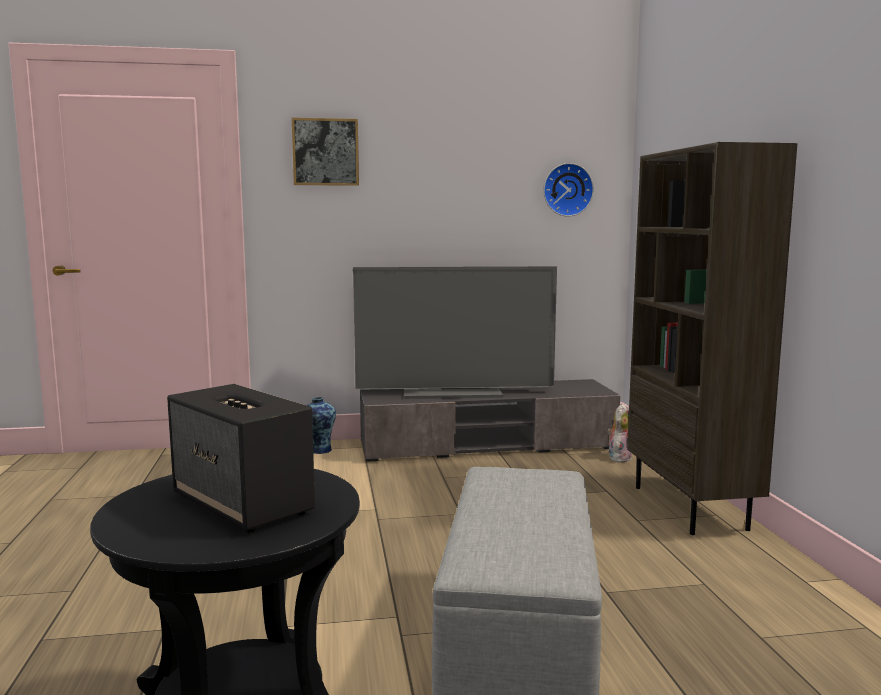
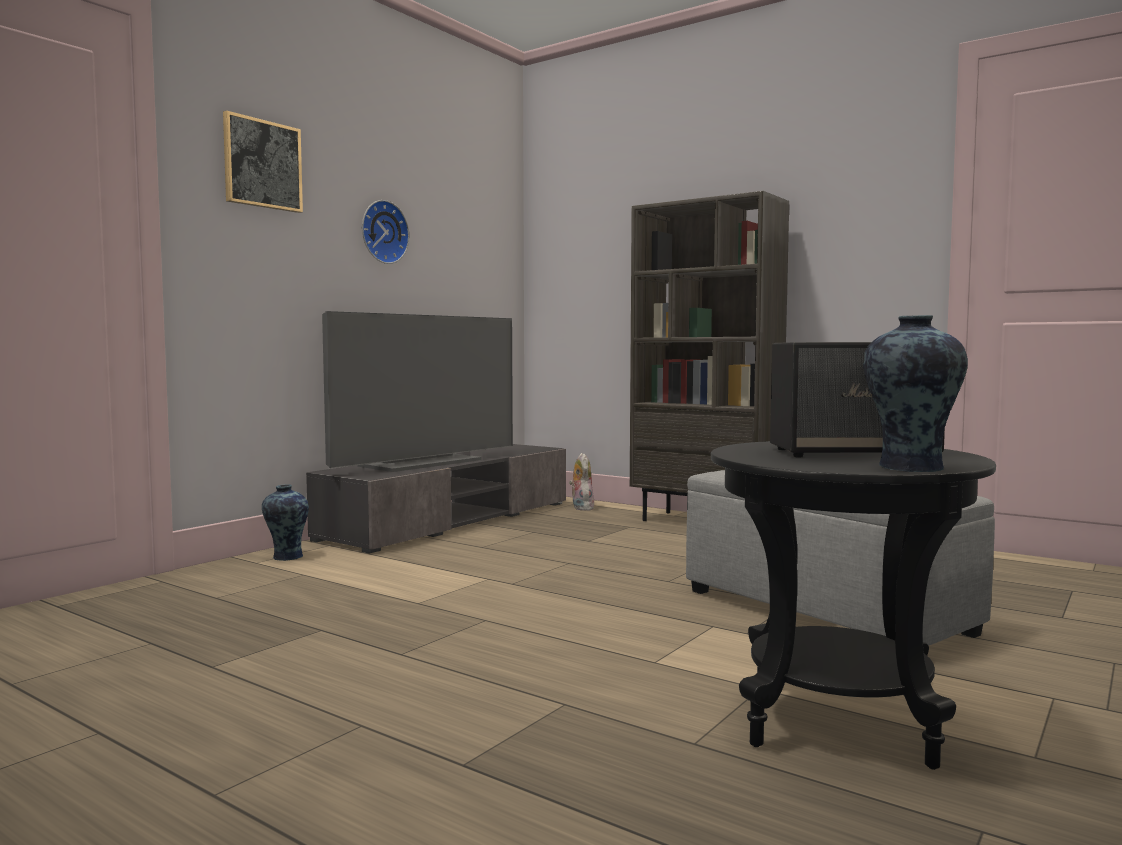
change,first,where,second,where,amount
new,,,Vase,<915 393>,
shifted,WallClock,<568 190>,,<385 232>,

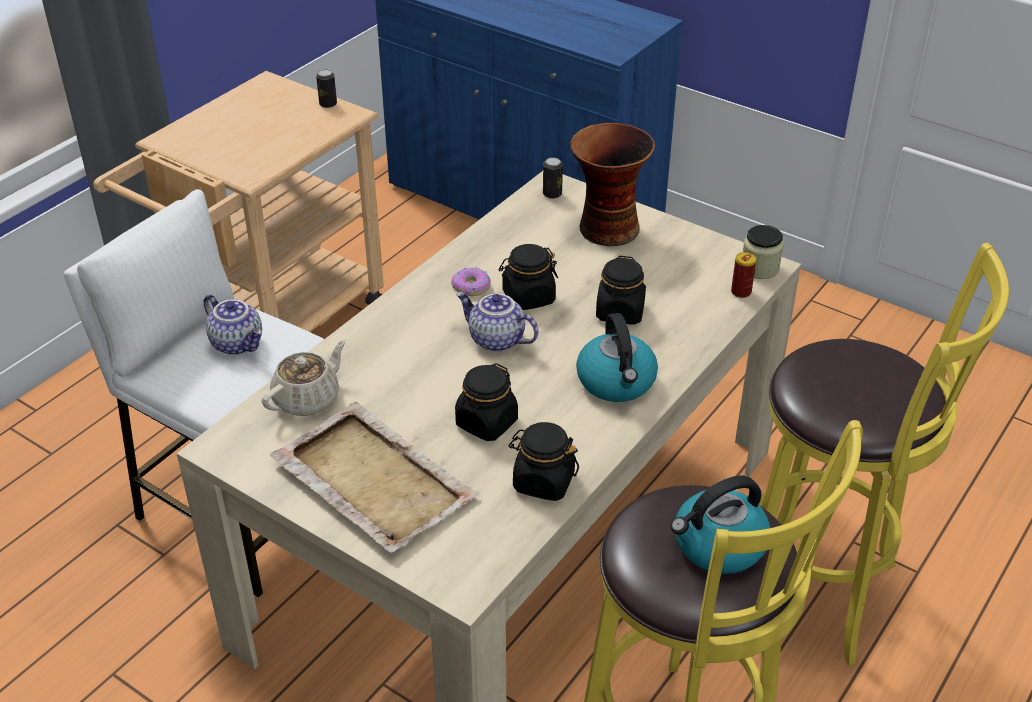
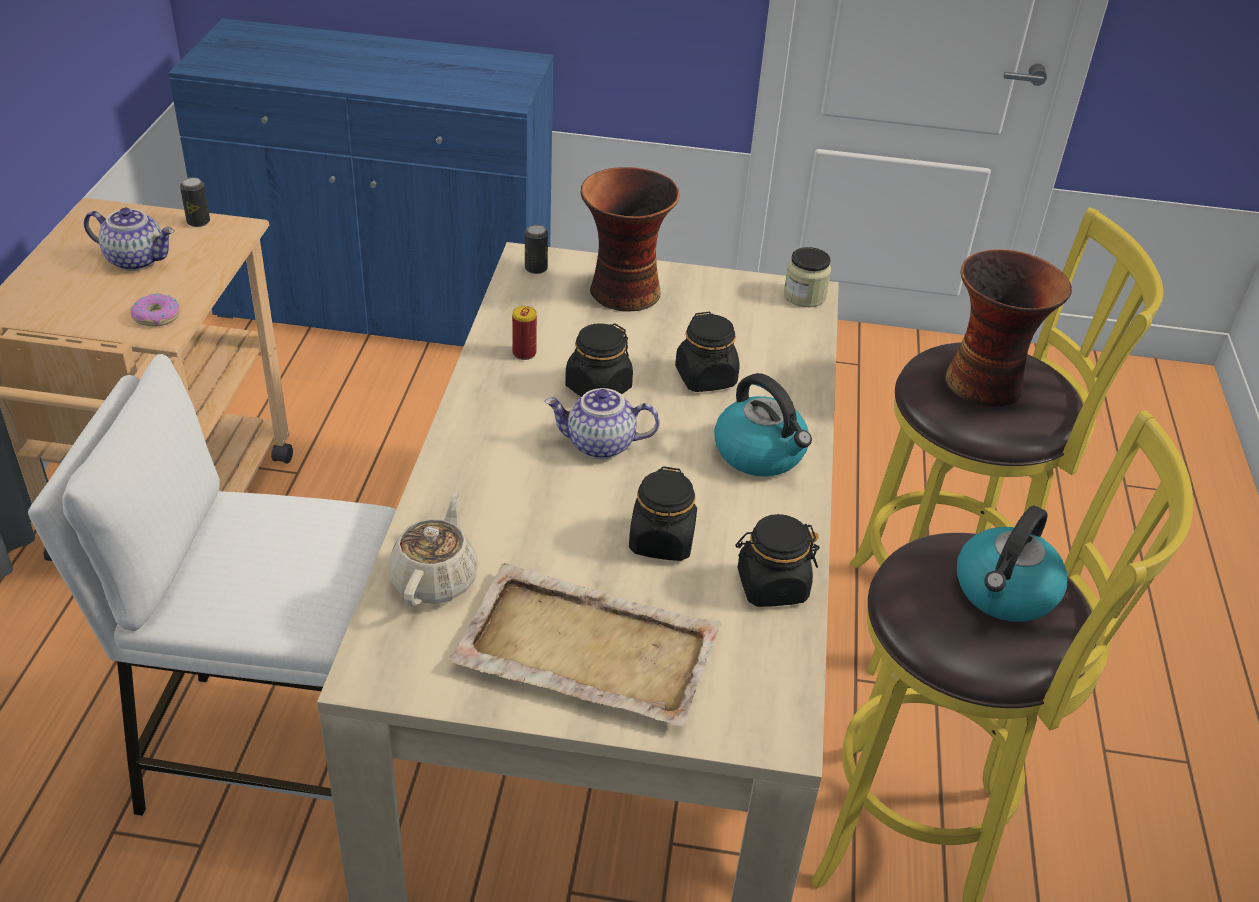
change,first,where,second,where,amount
new,,,Vase,<1008 327>,
shifted,Teapot,<233 325>,,<129 239>,
shifted,Donut,<471 281>,,<155 309>,
shifted,Can,<743 275>,,<524 333>,

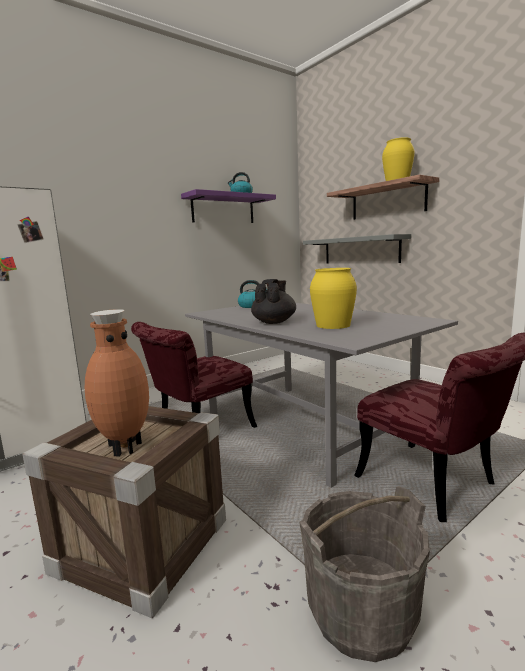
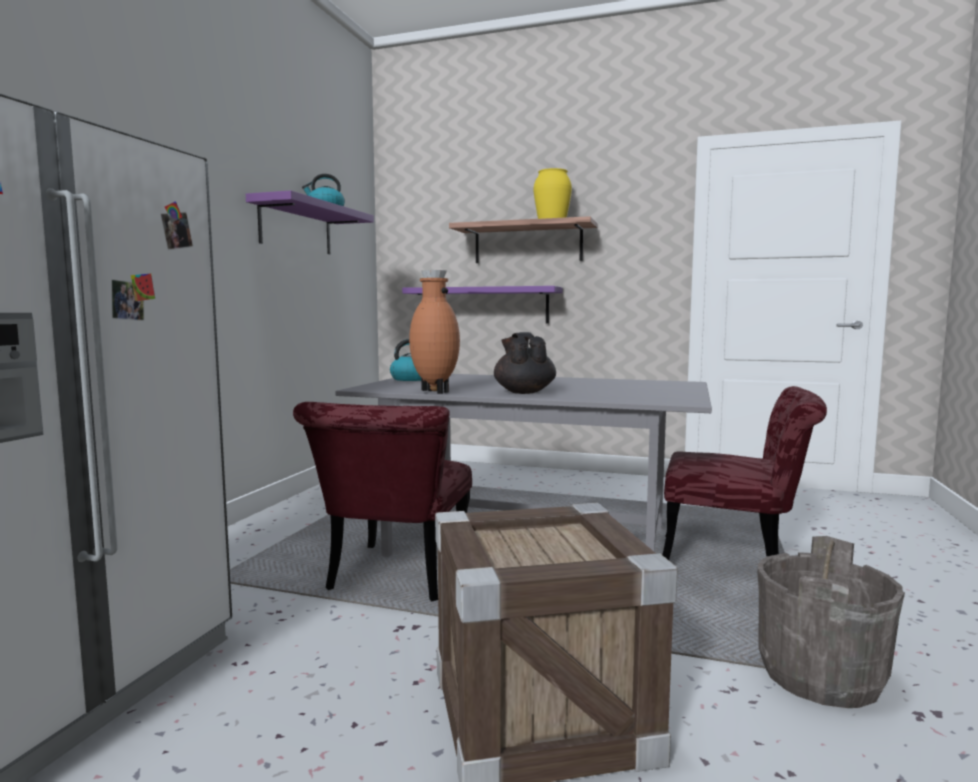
change,first,where,second,where,amount
gone,YellowVase,<333 298>,,,
shifted,BrownVase,<117 382>,,<434 332>,
repainted,GreyShelf,<357 248>,PurpleShelf,<482 304>,

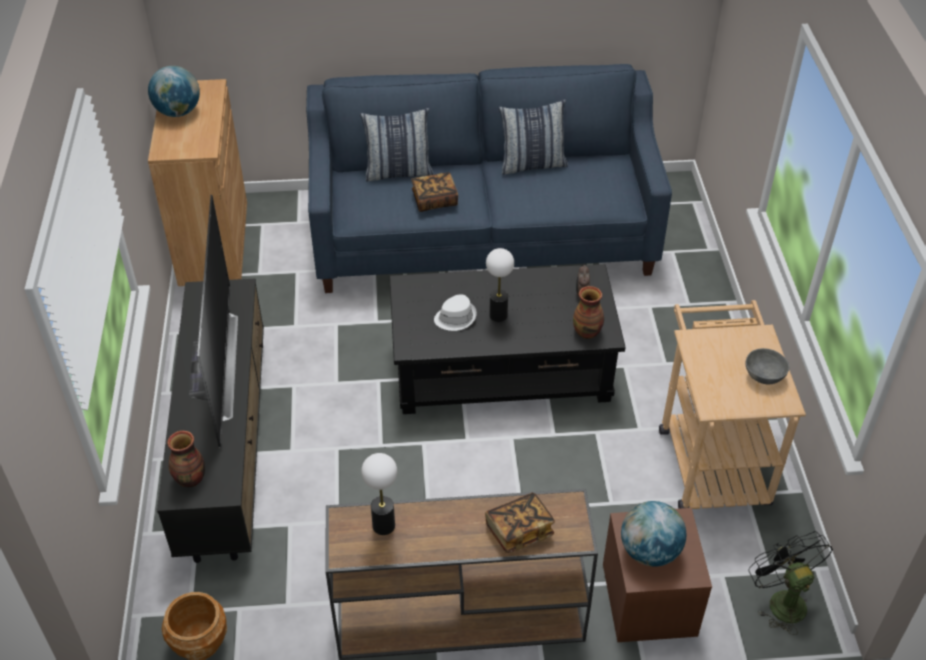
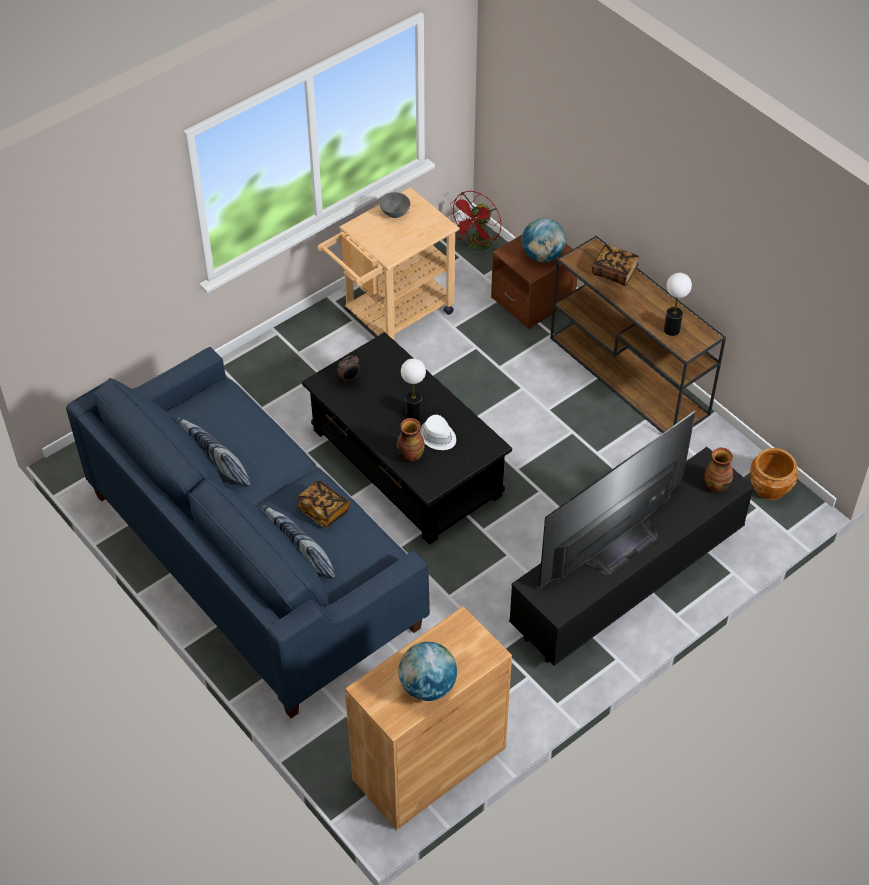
change,first,where,second,where,amount
shifted,Vase,<588 312>,,<411 440>,
repainted,BlackFan,<790 583>,RedFan,<474 221>,

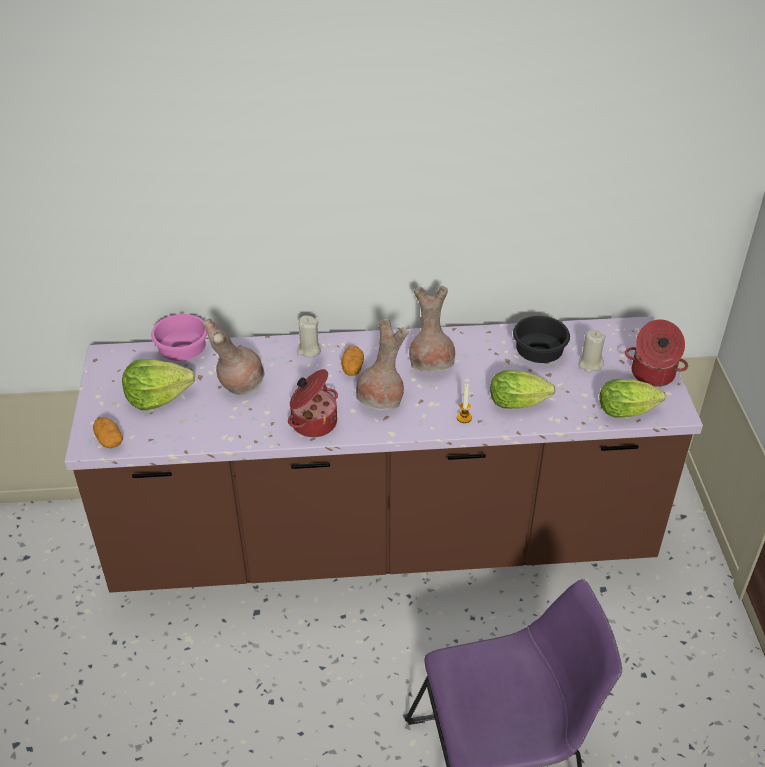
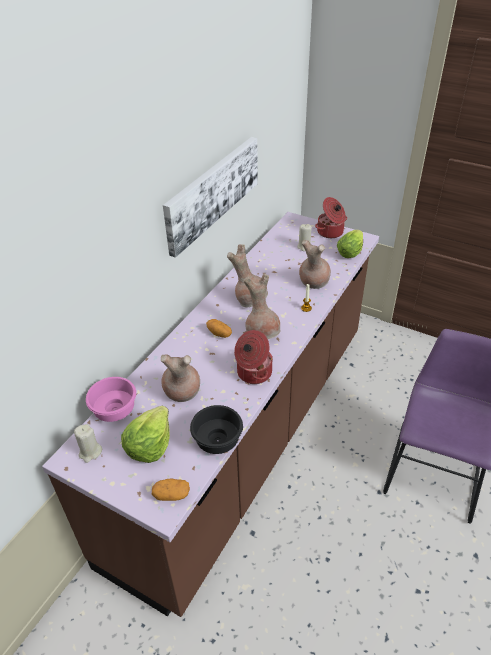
change,first,where,second,where,amount
new,,,Picture,<210 197>,
shifted,BeigeCandle,<309 336>,,<88 443>,
shifted,BlackBowl,<541 339>,,<216 429>,
swapped,Lettuce,<522 389>,BrownVase,<315 264>,

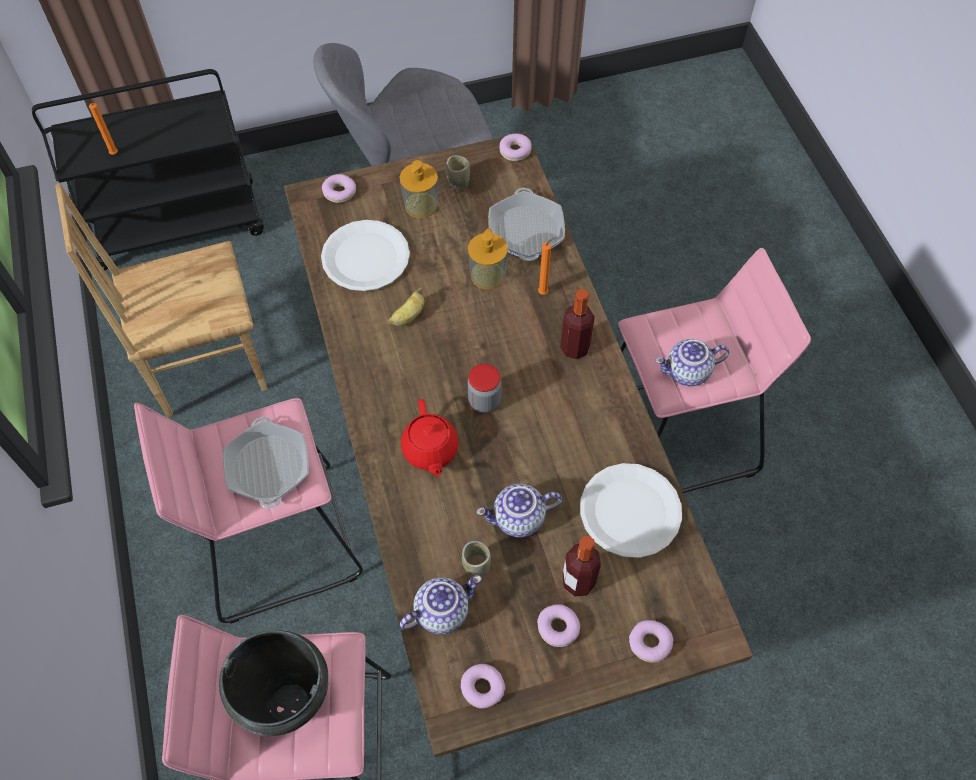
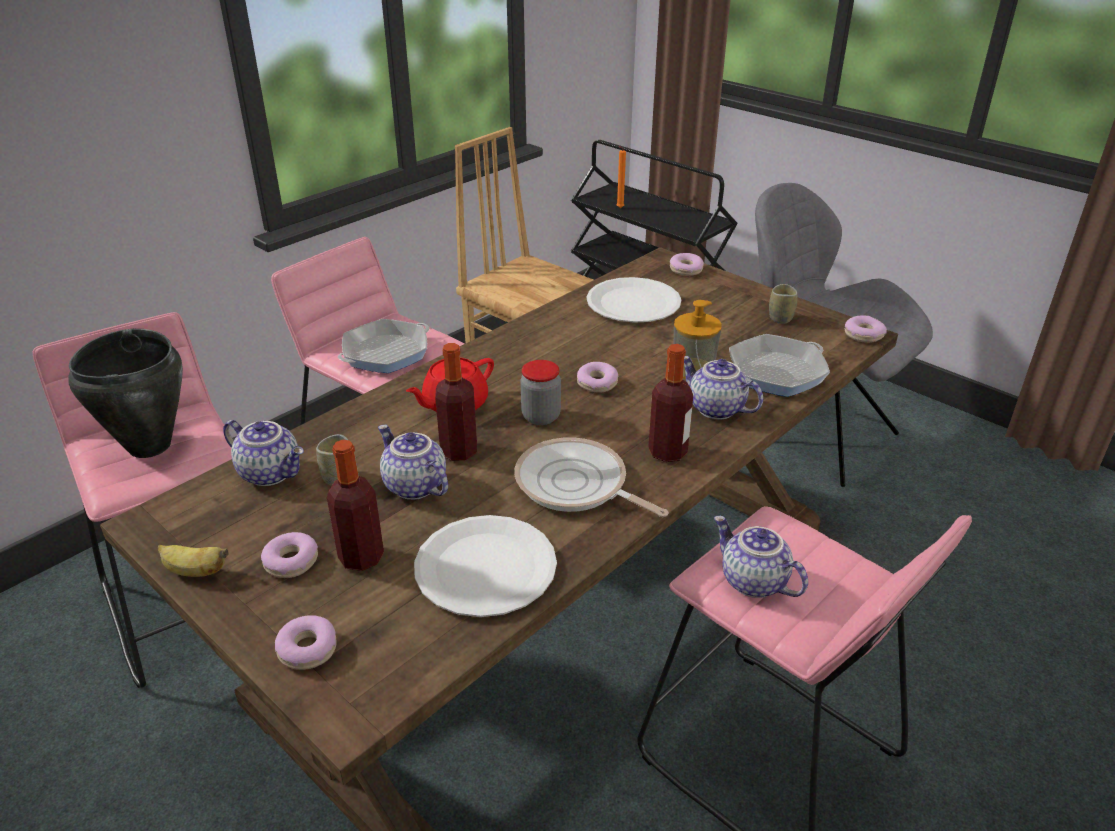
change,first,where,second,where,amount
gone,SoapDispenser,<419 189>,,,
new,,,Bottle,<456 402>,
new,,,FryingPan,<591 477>,
shifted,Banana,<406 307>,,<193 561>,
shifted,Donut,<483 686>,,<597 377>,
swapped,OrangeCandle,<547 266>,Teapot,<723 388>,

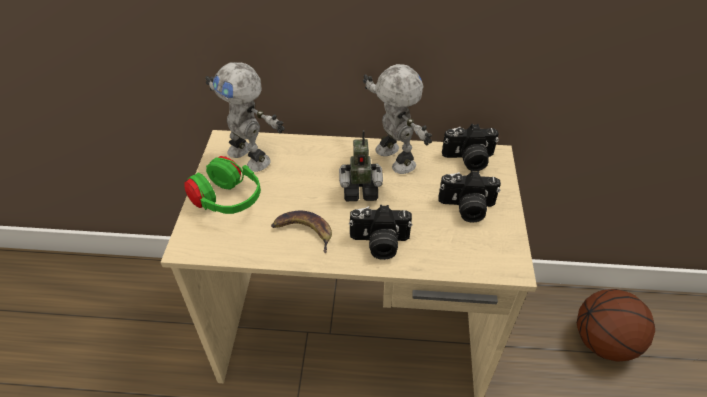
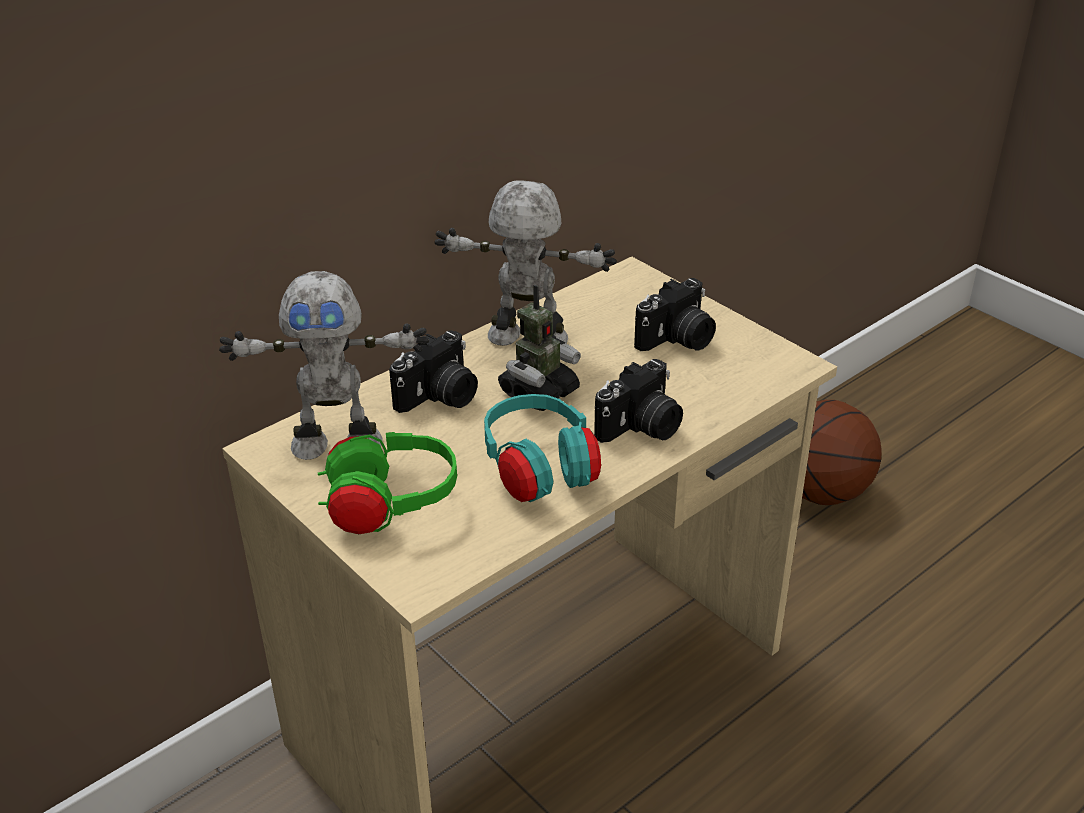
change,first,where,second,where,amount
shifted,PhotoCamera,<470 147>,,<433 371>,
swapped,Banana,<301 232>,TurquoiseHeadphones,<542 448>,

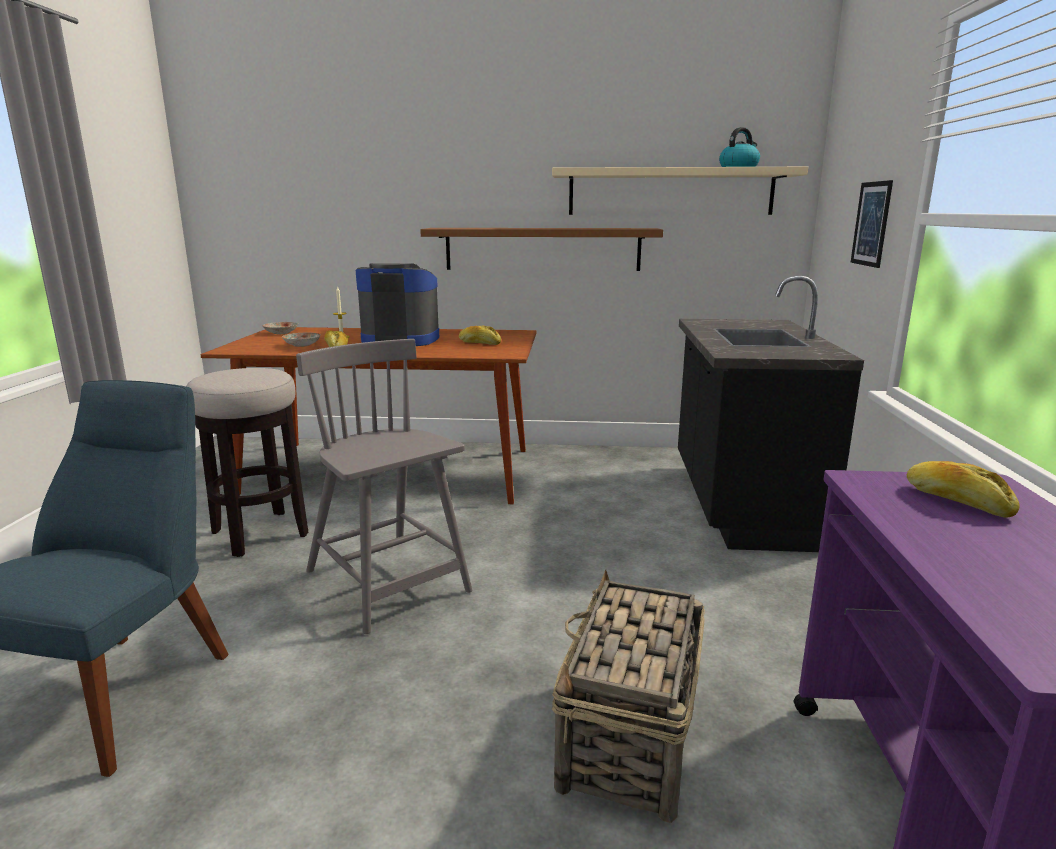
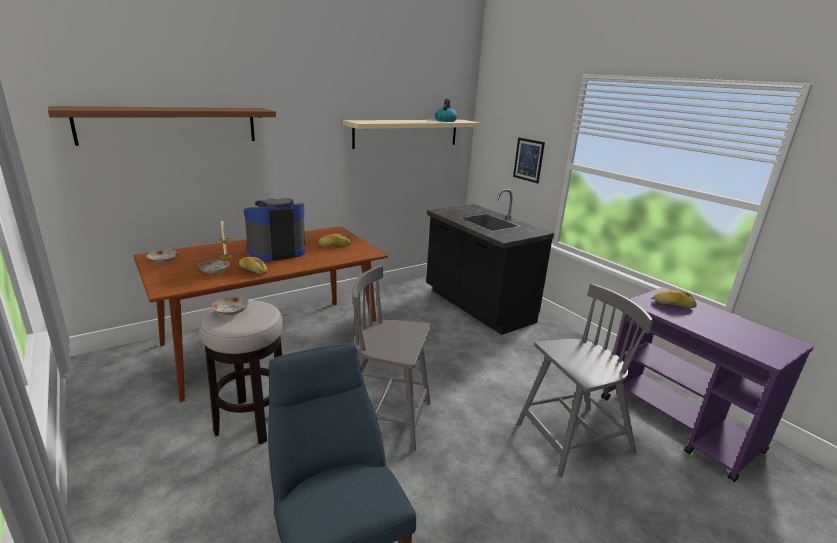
change,first,where,second,where,amount
new,,,Plate,<230 306>,
shifted,BrownShelf,<541 249>,,<162 126>,
swapped,Basket,<628 696>,GreyChair,<585 380>,

